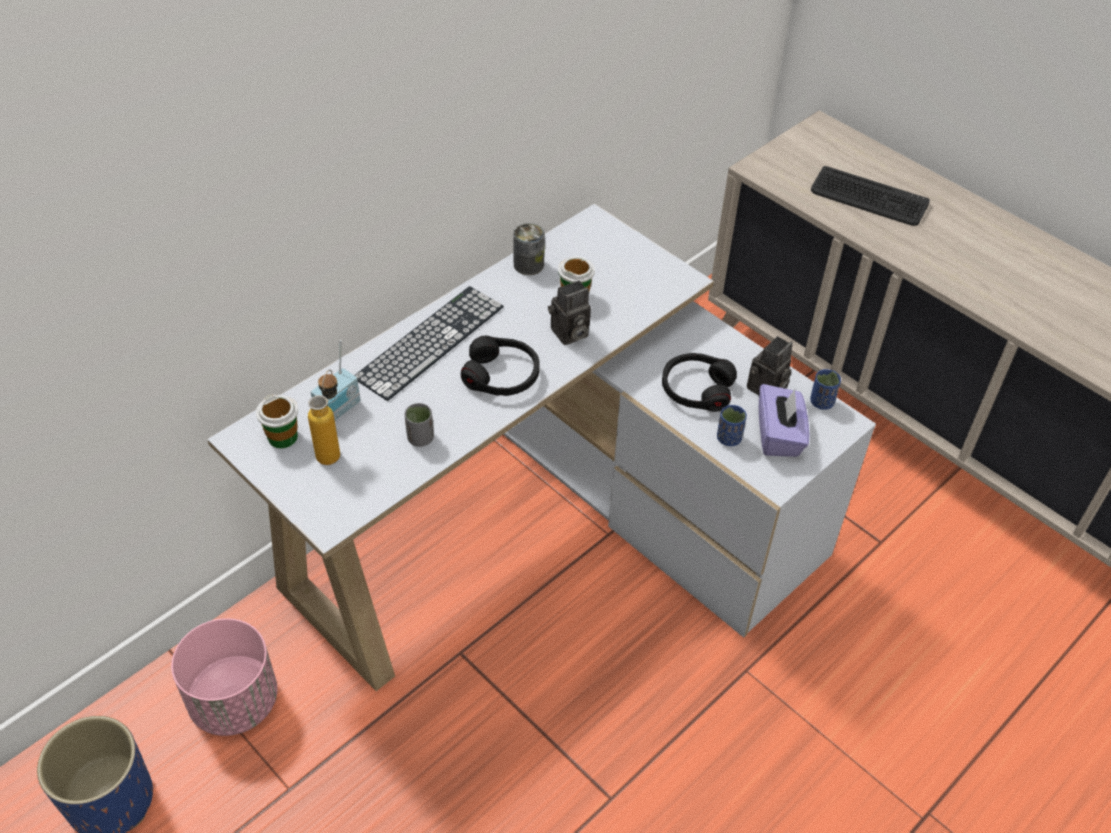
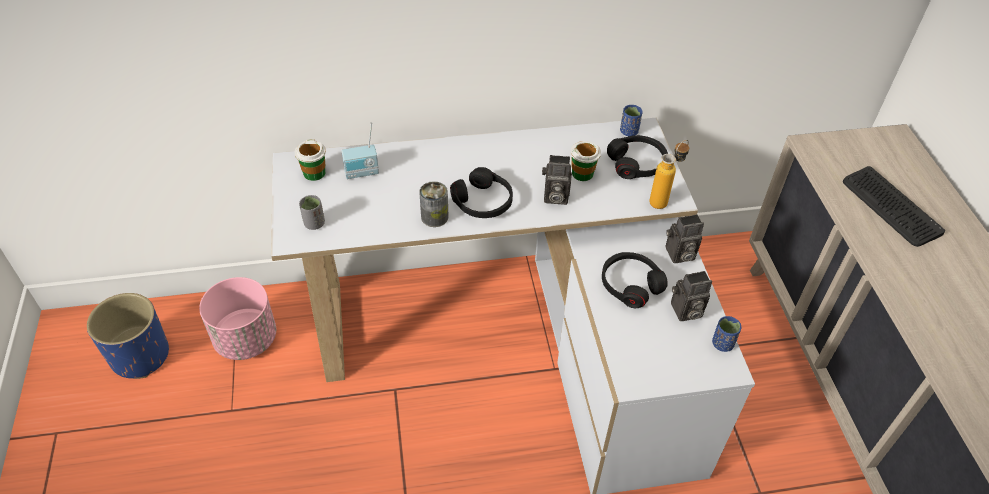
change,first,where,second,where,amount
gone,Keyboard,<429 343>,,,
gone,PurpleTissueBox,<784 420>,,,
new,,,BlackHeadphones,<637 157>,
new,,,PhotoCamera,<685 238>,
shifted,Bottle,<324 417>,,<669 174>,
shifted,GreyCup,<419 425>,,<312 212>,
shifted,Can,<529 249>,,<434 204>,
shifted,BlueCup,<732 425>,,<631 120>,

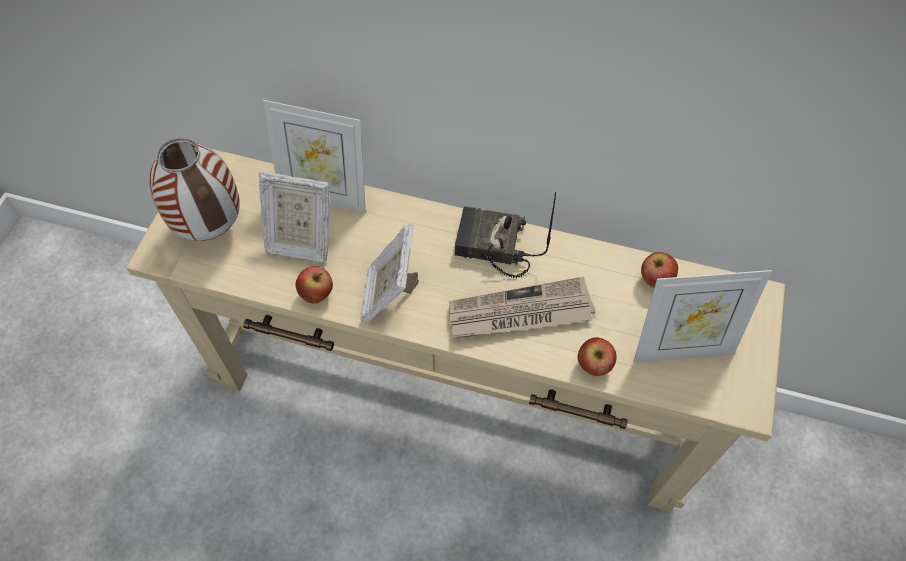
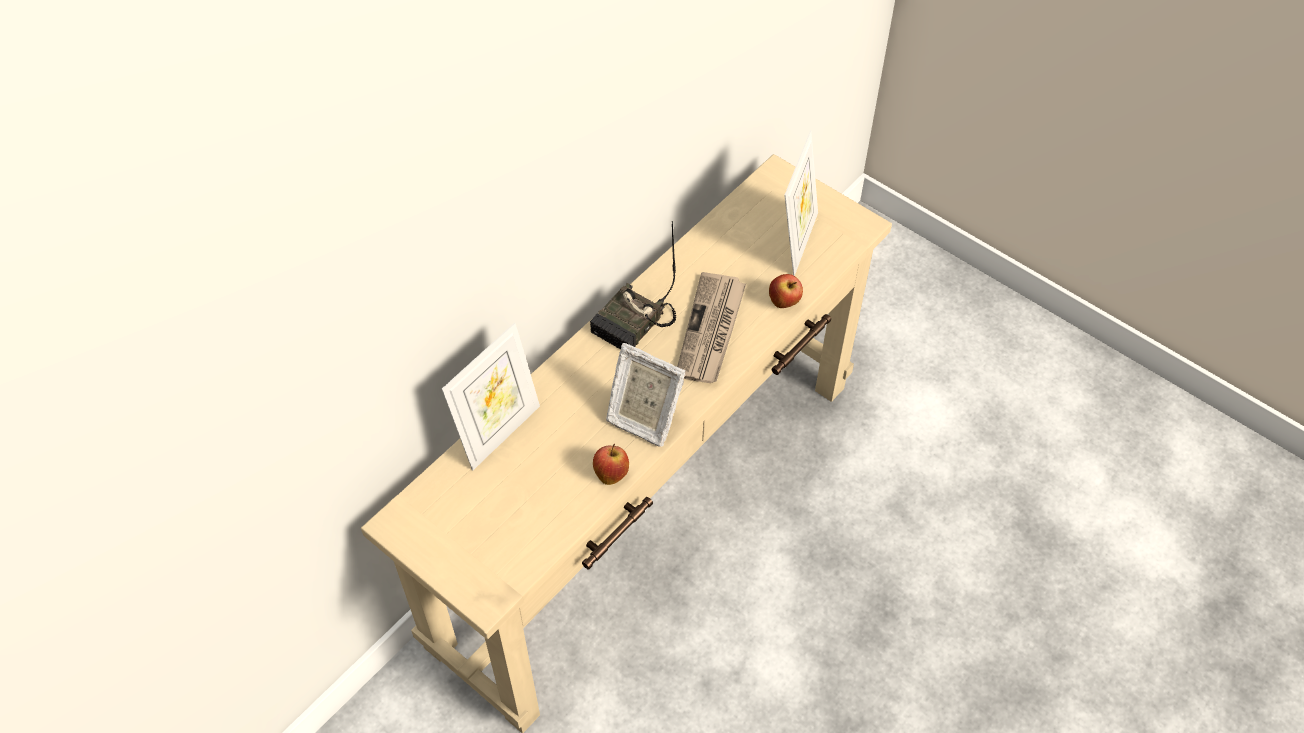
change,first,where,second,where,amount
gone,Vase,<194 189>,,,
gone,PictureFrame,<294 217>,,,
gone,Apple,<659 270>,,,

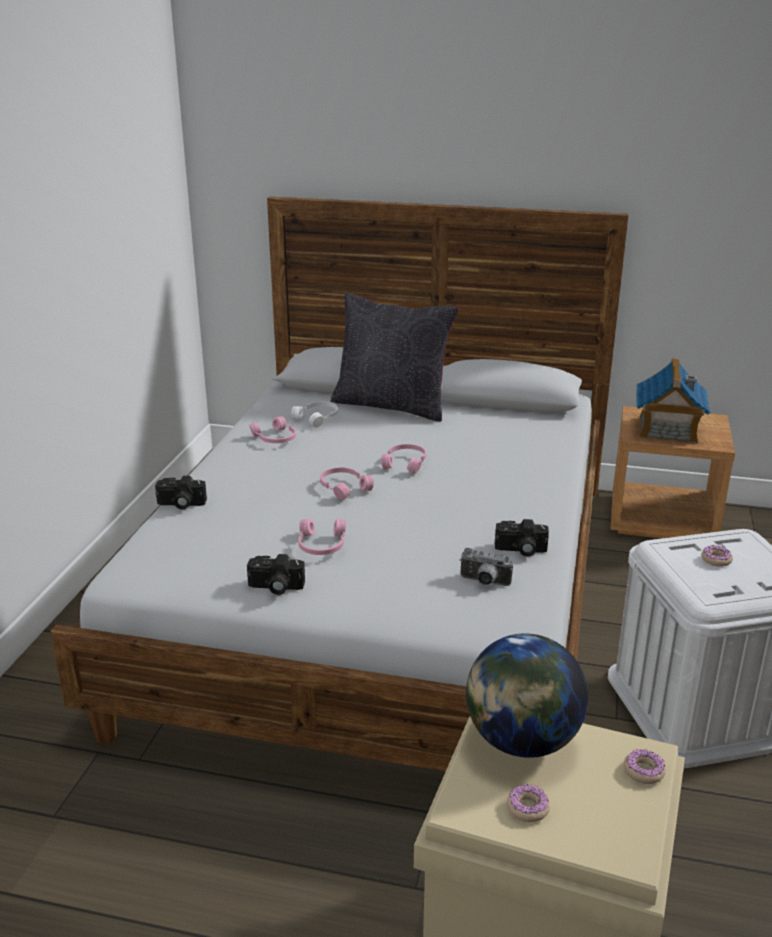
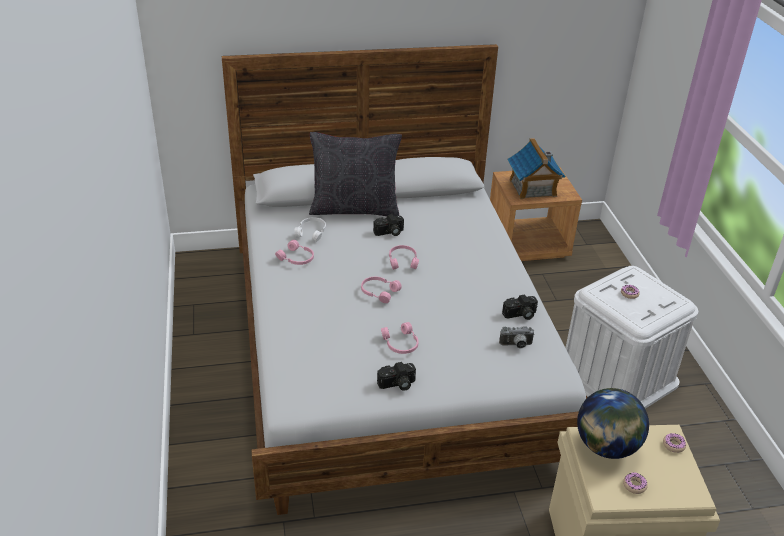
change,first,where,second,where,amount
shifted,PhotoCamera,<181 492>,,<388 225>,

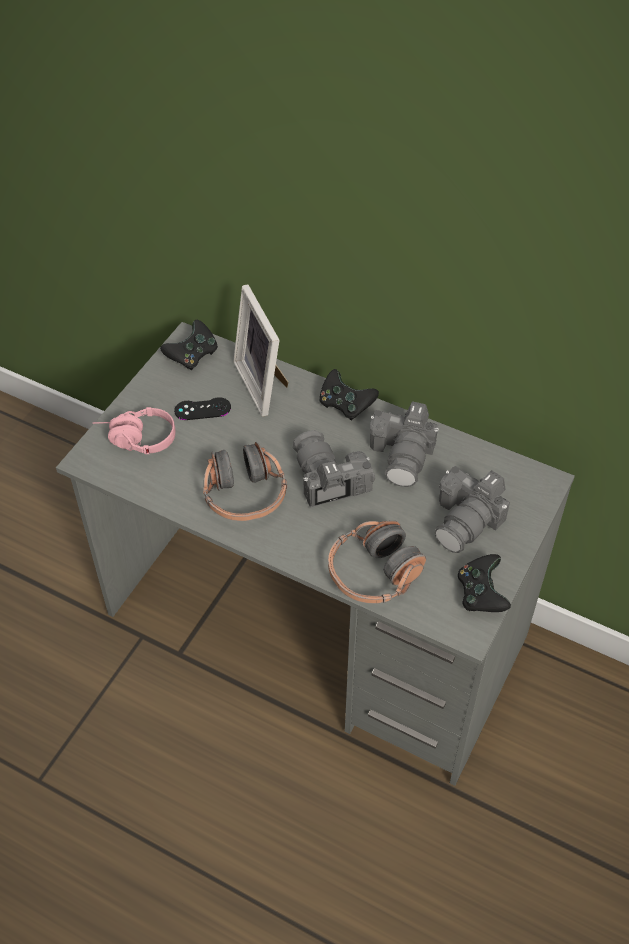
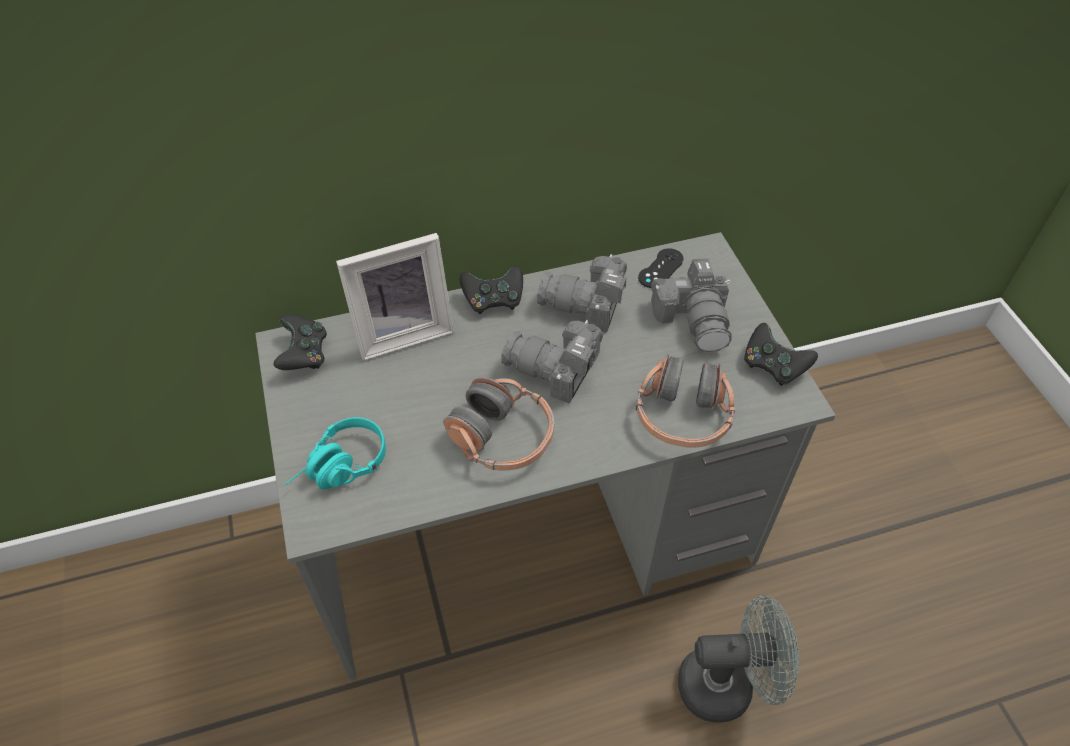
change,first,where,second,where,amount
new,,,GreyFan,<738 659>,
shifted,BlackGameController,<202 408>,,<661 268>,
repainted,PinkHeadphones,<134 430>,TurquoiseHeadphones,<335 453>,
rotated,PictureFrame,<260 350>,,<395 297>,45 degrees counterclockwise
rotated,PhotoCamera,<404 444>,,<582 293>,135 degrees clockwise

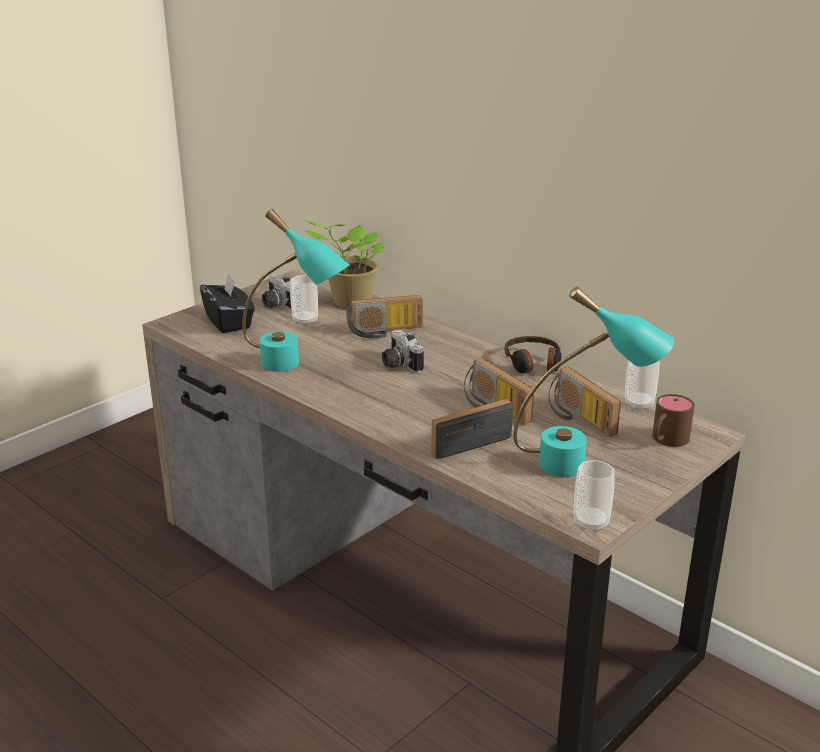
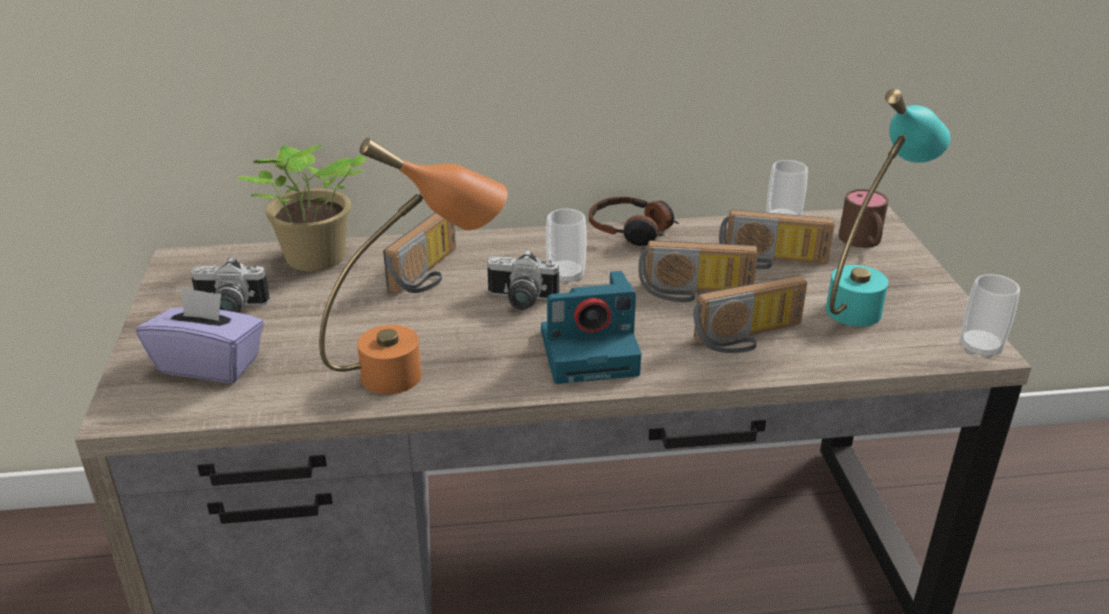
change,first,where,second,where,amount
new,,,PhotoCamera,<591 327>,
shifted,Cup,<304 300>,,<566 247>,
repainted,BlackTissueBox,<227 303>,PurpleTissueBox,<200 335>,
repainted,TurquoiseTableLamp,<295 290>,OrangeTableLamp,<413 266>,
rotated,Radio,<472 429>,,<750 314>,120 degrees counterclockwise

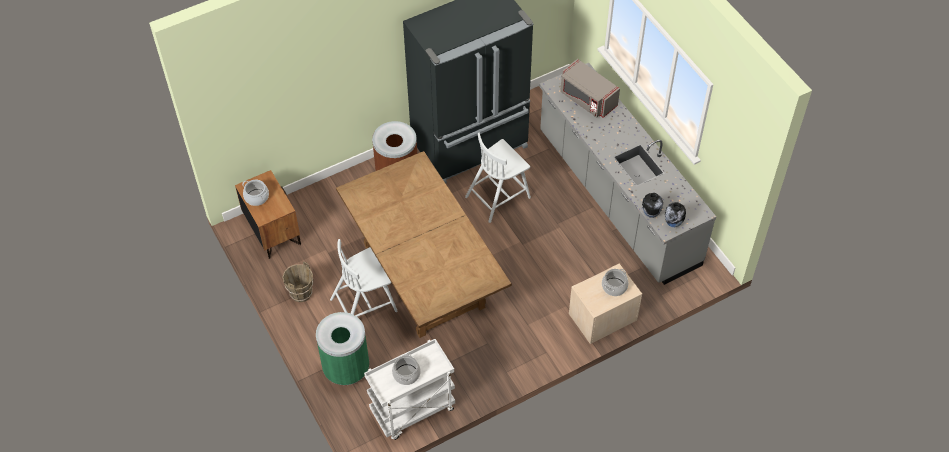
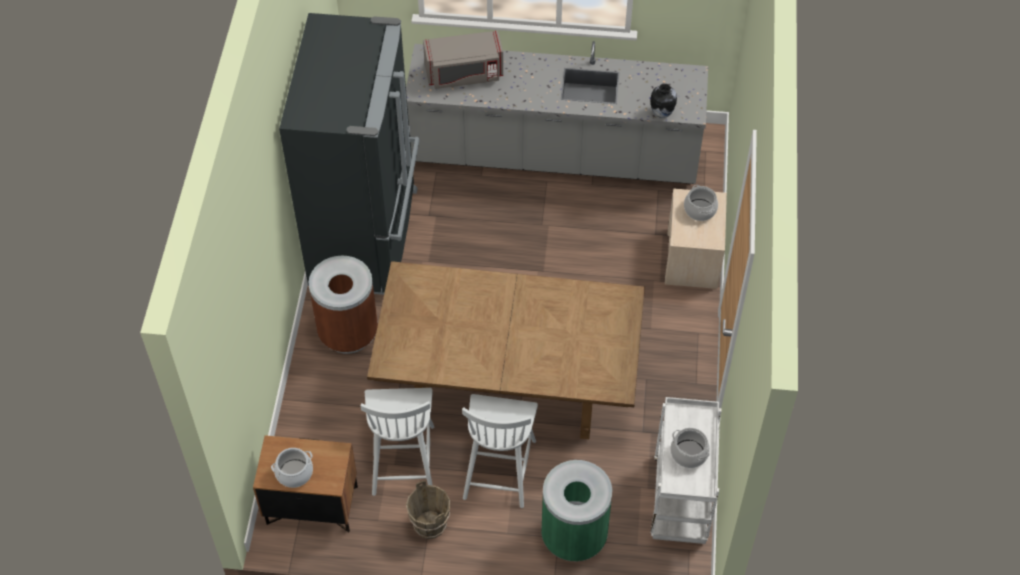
change,first,where,second,where,amount
gone,Vase,<675 214>,,,
shifted,WhiteChair,<498 177>,,<397 442>,

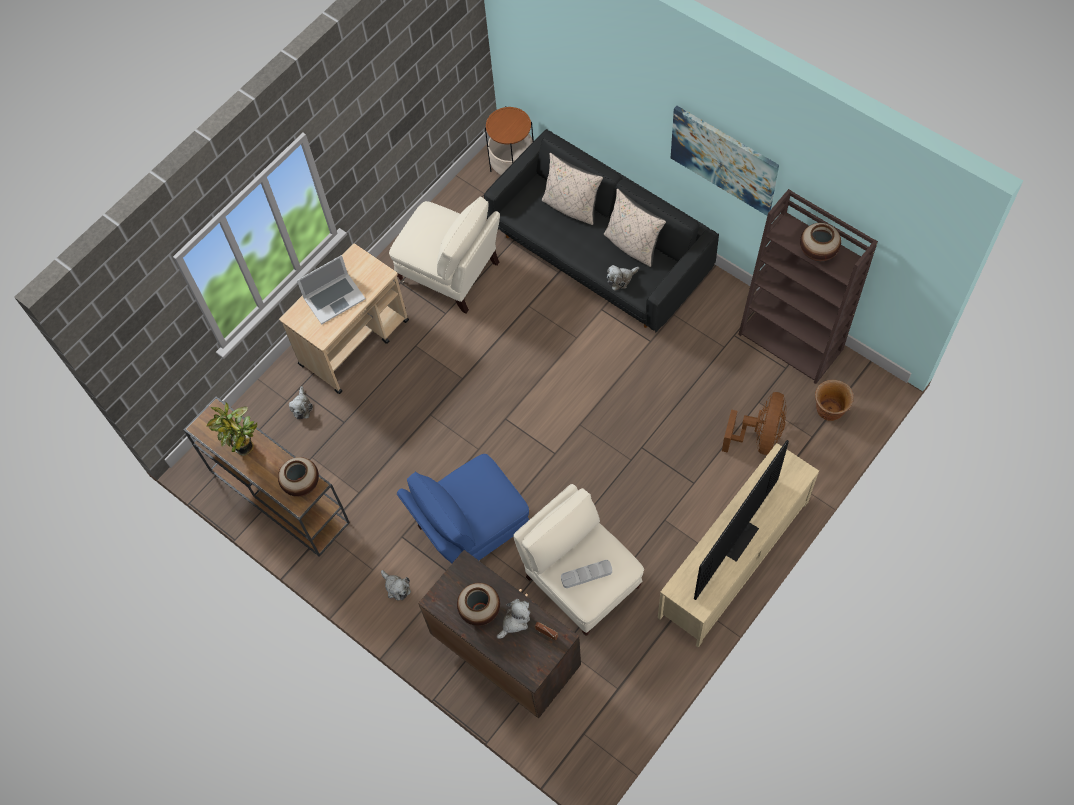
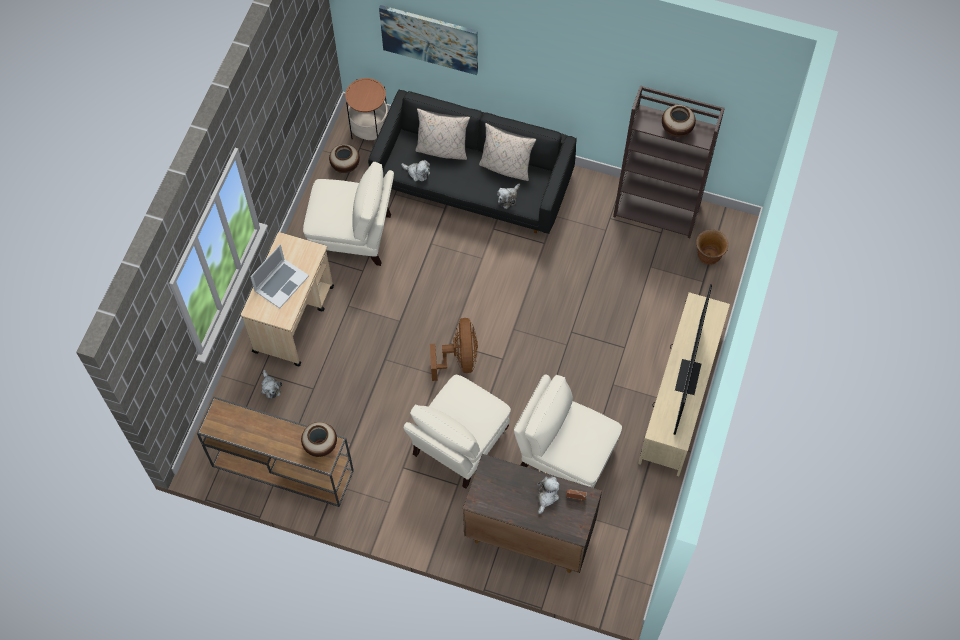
change,first,where,second,where,amount
gone,PottedPlant,<232 429>,,,
gone,GreyTray,<586 574>,,,
shifted,PlushToy,<396 585>,,<415 171>,
shifted,Vase,<478 604>,,<344 158>,
shifted,Picture,<725 161>,,<428 40>,
shifted,BrownFan,<754 423>,,<454 349>,
repainted,BlueArmchair,<463 509>,BeigeArmchair,<457 432>,

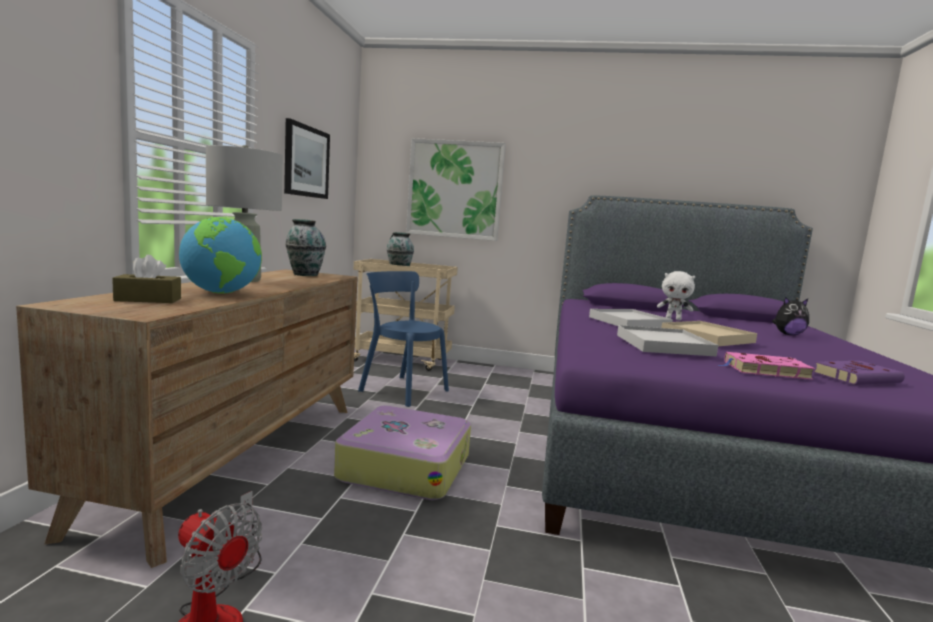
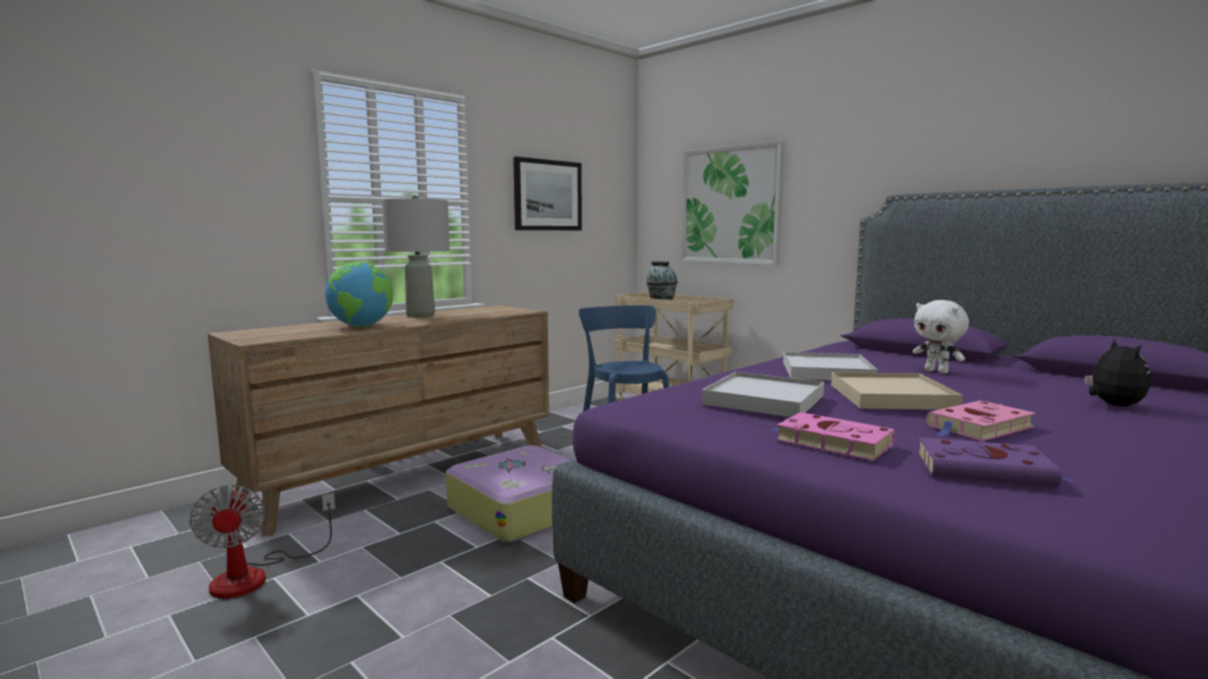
change,first,where,second,where,amount
gone,BrownTissueBox,<146 279>,,,
gone,Vase,<305 247>,,,
new,,,PinkBook,<981 420>,
rotated,PlushToy,<790 316>,,<1117 372>,120 degrees counterclockwise

